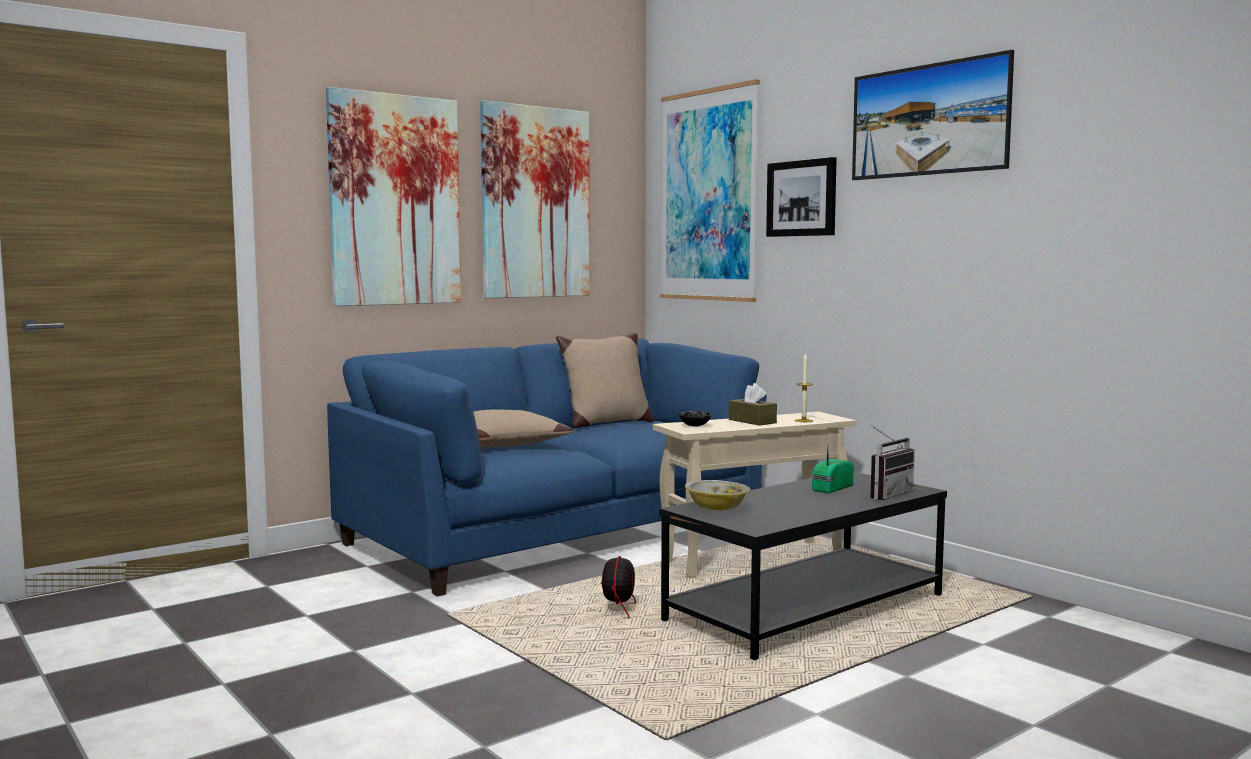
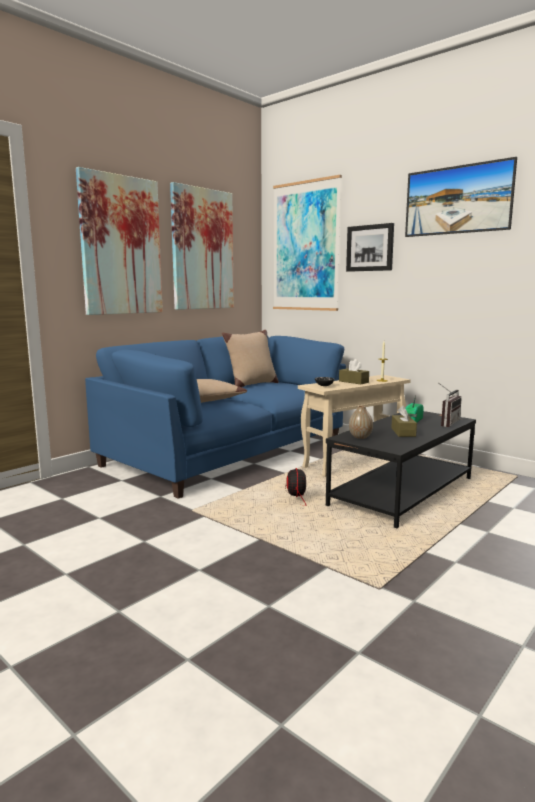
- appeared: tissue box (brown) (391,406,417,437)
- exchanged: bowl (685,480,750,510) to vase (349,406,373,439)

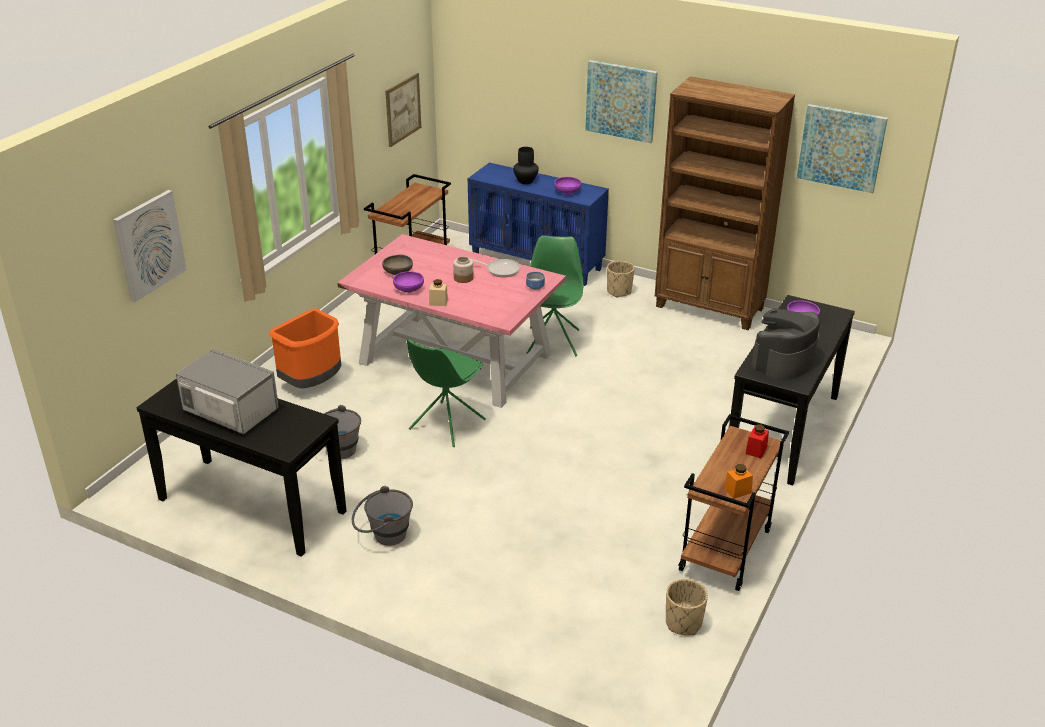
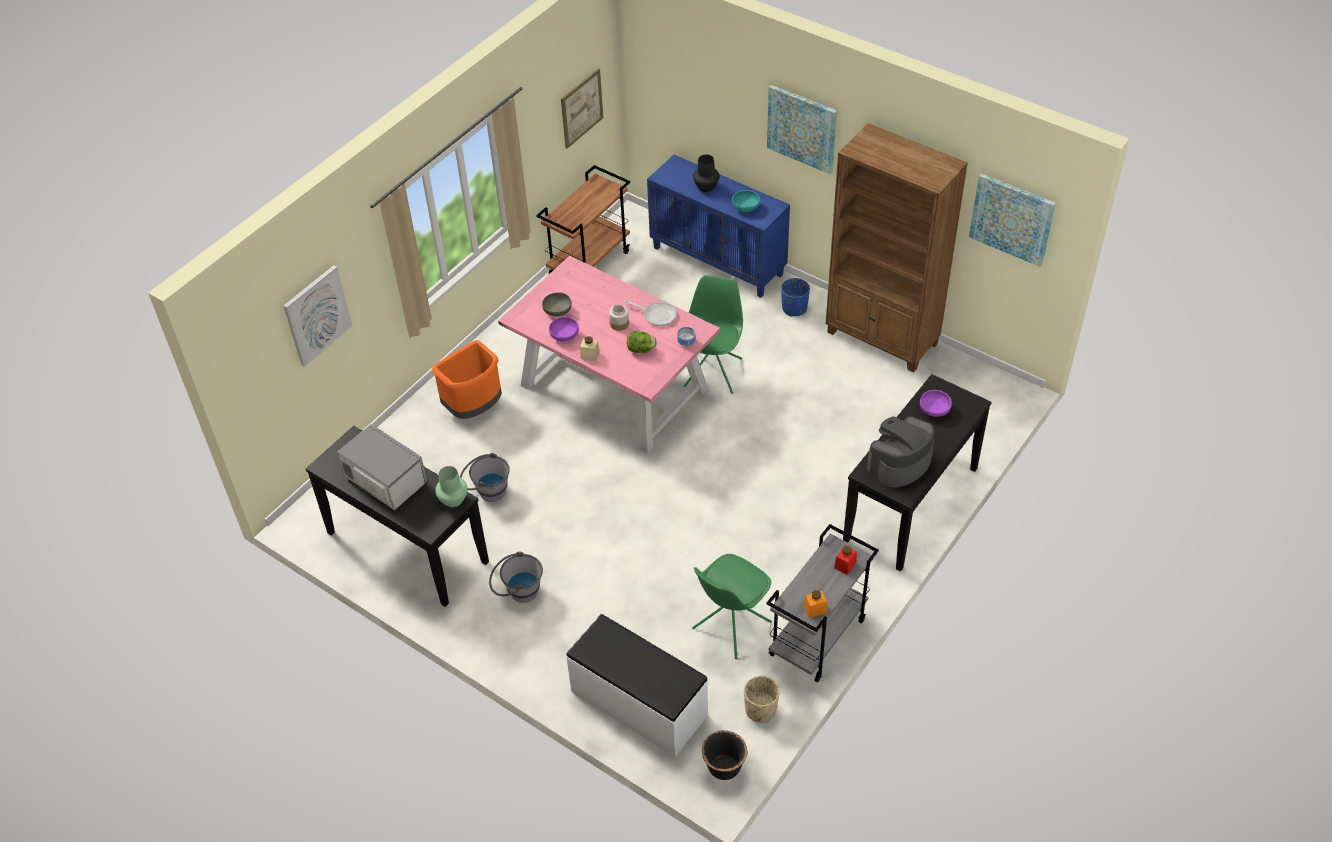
- appeared: vase (green) (435,466,467,507)
- appeared: bench (white) (566,614,708,757)
- appeared: lettuce (627,331,657,353)
- appeared: planter (black) (702,730,747,780)
- relocated: chair (green) (406,338,486,447) to (692,554,772,659)
- colour: bowl (purple) (554,177,582,195) to bowl (turquoise) (732,190,760,212)
- colour: planter (beige) (607,261,635,298) to planter (blue) (781,278,810,317)
- colour: cart (brown) (678,414,789,591) to cart (grey) (766,524,879,682)

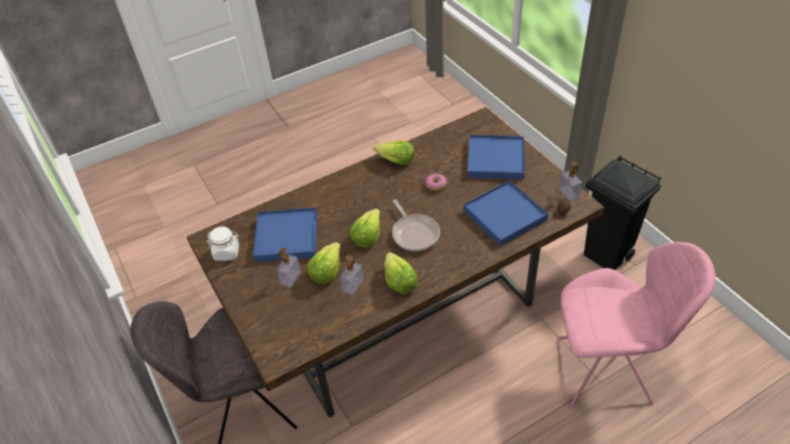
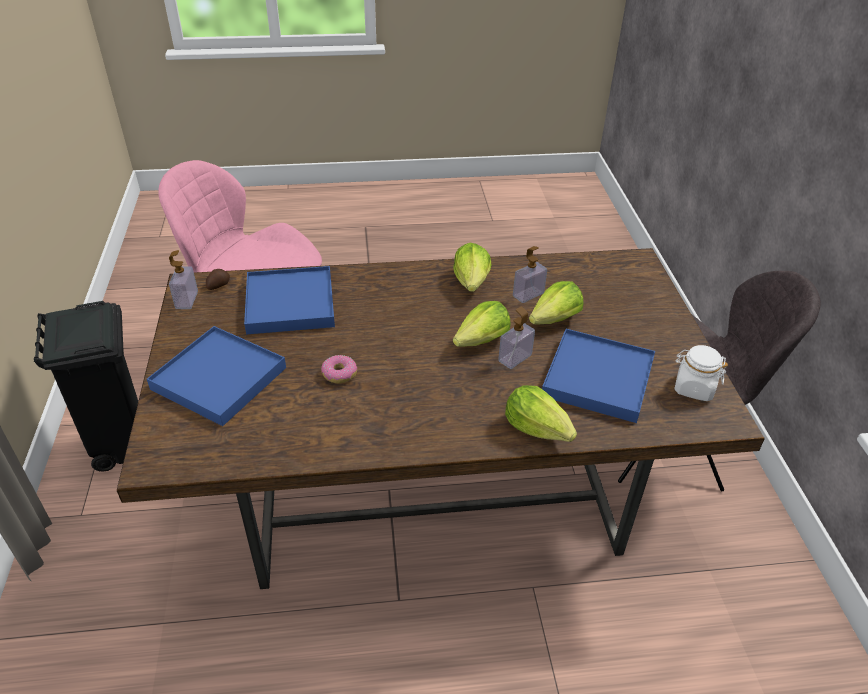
- missing: frying pan (392,199,440,251)
- relocated: soap dispenser (276,248,301,288) to (498,306,535,369)
- relocated: lettuce (373,141,415,165) to (505,385,577,442)

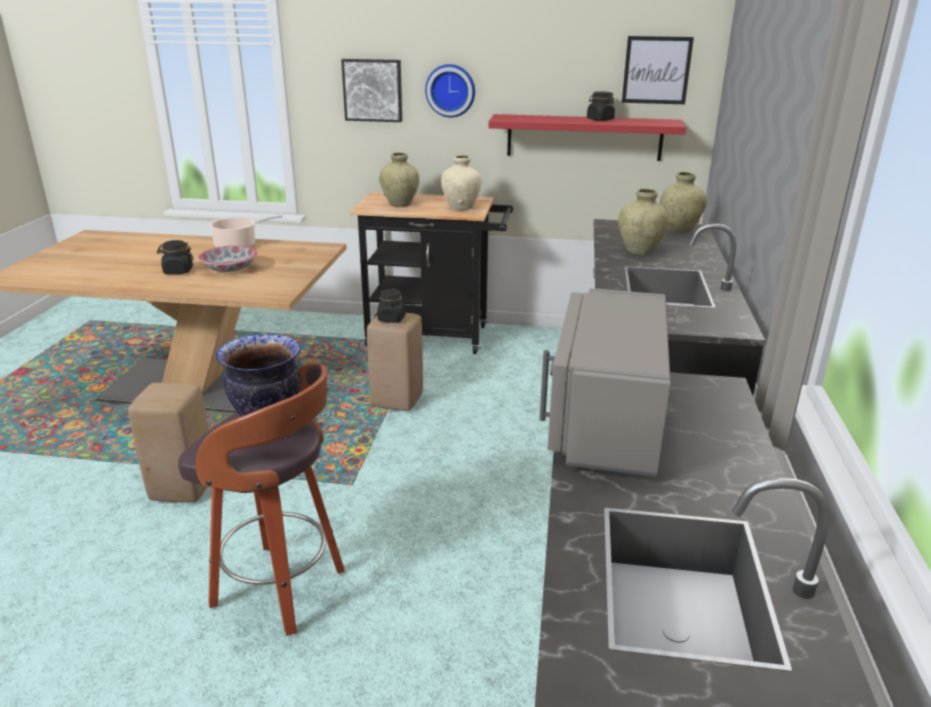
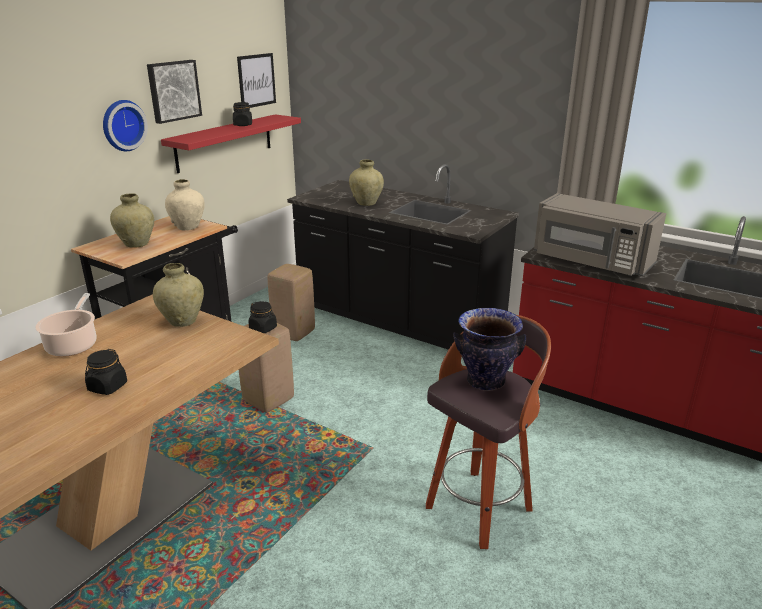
- missing: bowl (198,245,258,272)
- relocated: stool (beige) (128,383,209,503) to (268,264,315,341)
- relocated: picture (341,59,402,122) to (147,60,202,124)
- relocated: vase (beige) (660,172,707,233) to (153,263,204,327)

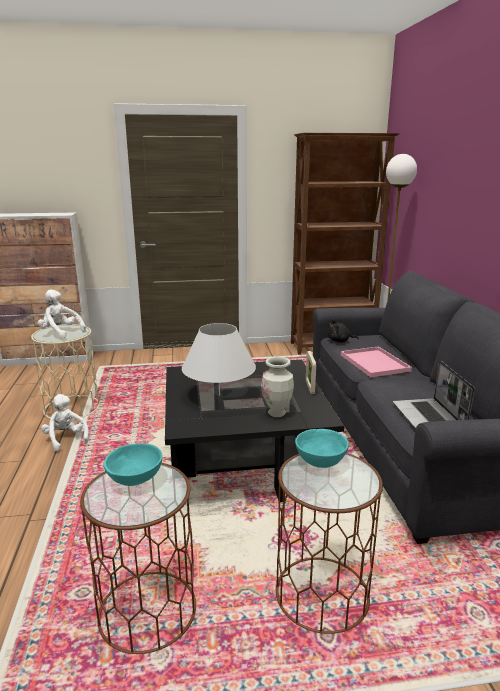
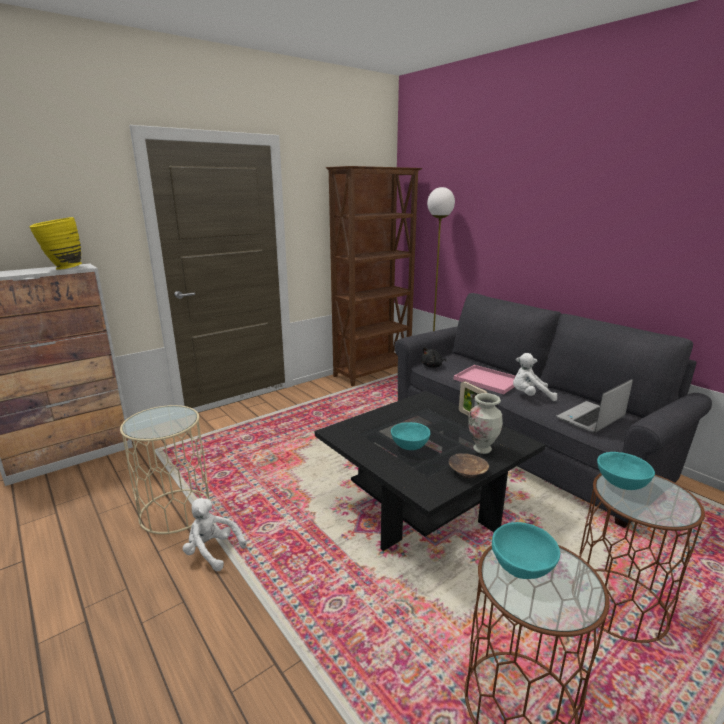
- appeared: vase (yellow) (29,217,82,270)
- appeared: bowl (brown) (449,453,489,478)
- relocated: plush toy (white) (38,289,86,338) to (513,353,557,401)
- exchanged: table lamp (white) (182,323,256,396) to bowl (turquoise) (391,422,430,450)
- spun: laptop (393,360,475,429) = (556,379,633,433) 90 degrees clockwise

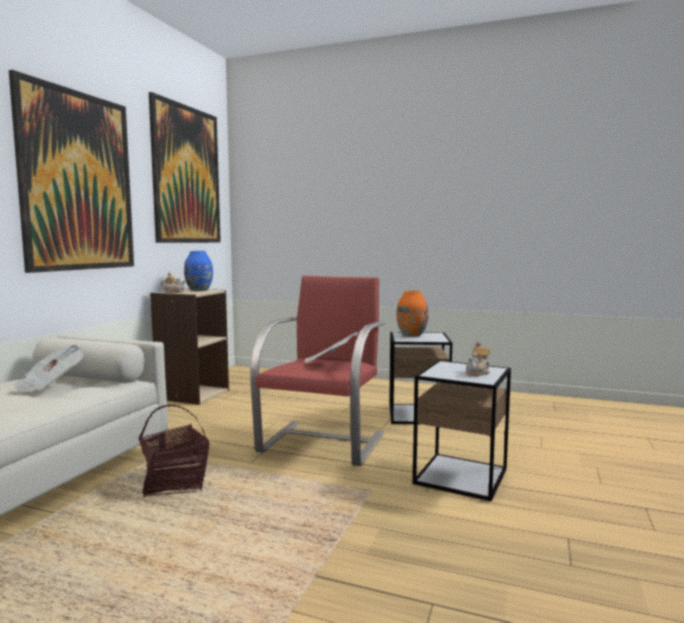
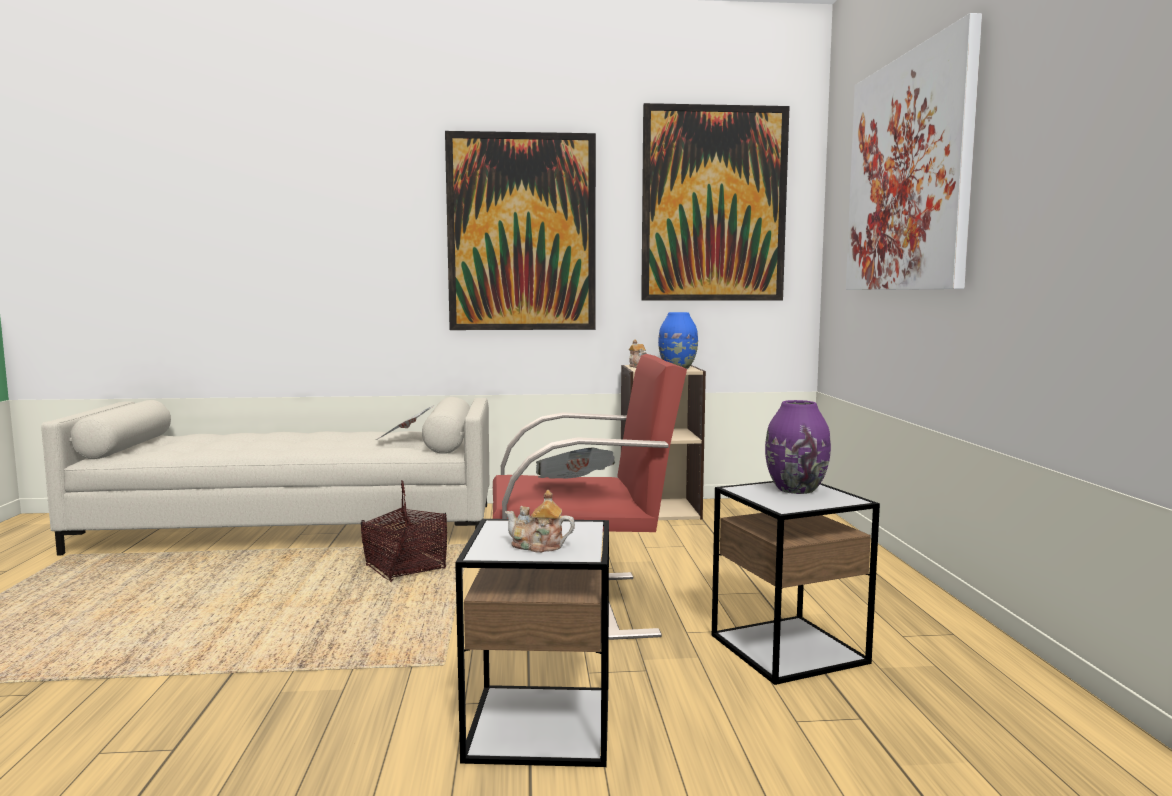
- appeared: picture (846,13,982,290)
- colour: vase (orange) (396,291,428,337) to vase (purple) (765,400,831,494)

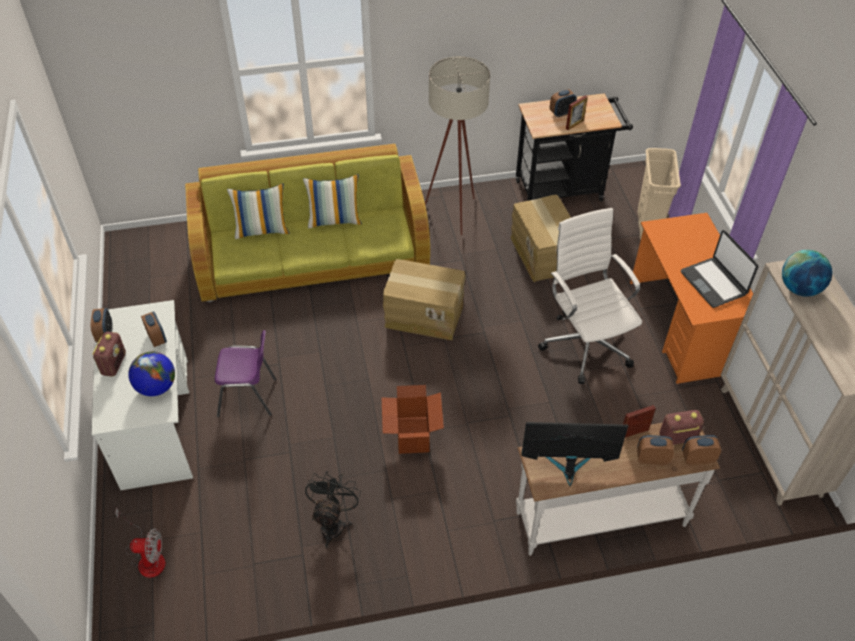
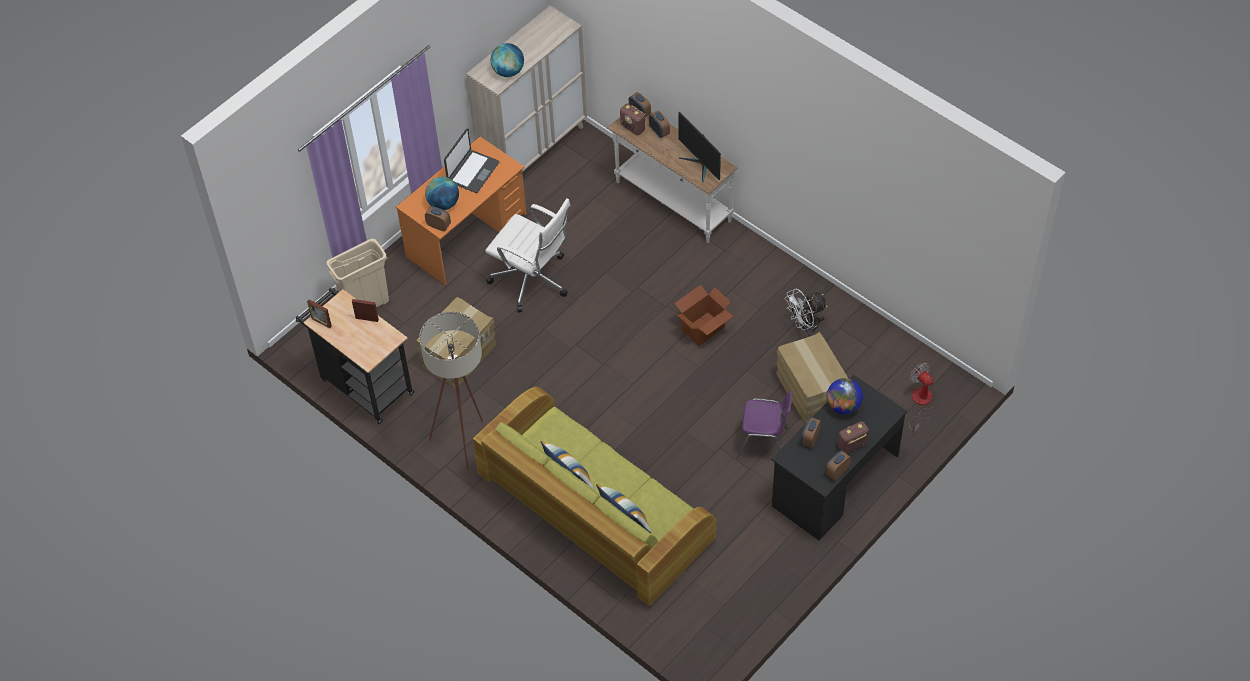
- appeared: globe (425,177,459,210)
- relocated: cardboard box (383,259,466,340) to (776,332,848,423)
- relocated: alarm clock (550,89,577,117) to (425,206,451,231)
- relocated: picture frame (623,405,656,438) to (307,299,332,328)
- colour: desk (white) (91,300,193,490) to desk (black) (771,375,907,540)
- colour: fan (black) (305,471,361,549) to fan (white) (785,289,827,337)
- spun: chair (purple) (214,330,276,417) = (736,391,792,459) 135 degrees clockwise
- spun: office chair (white) (538,208,642,384) = (485,198,570,313) 90 degrees counterclockwise

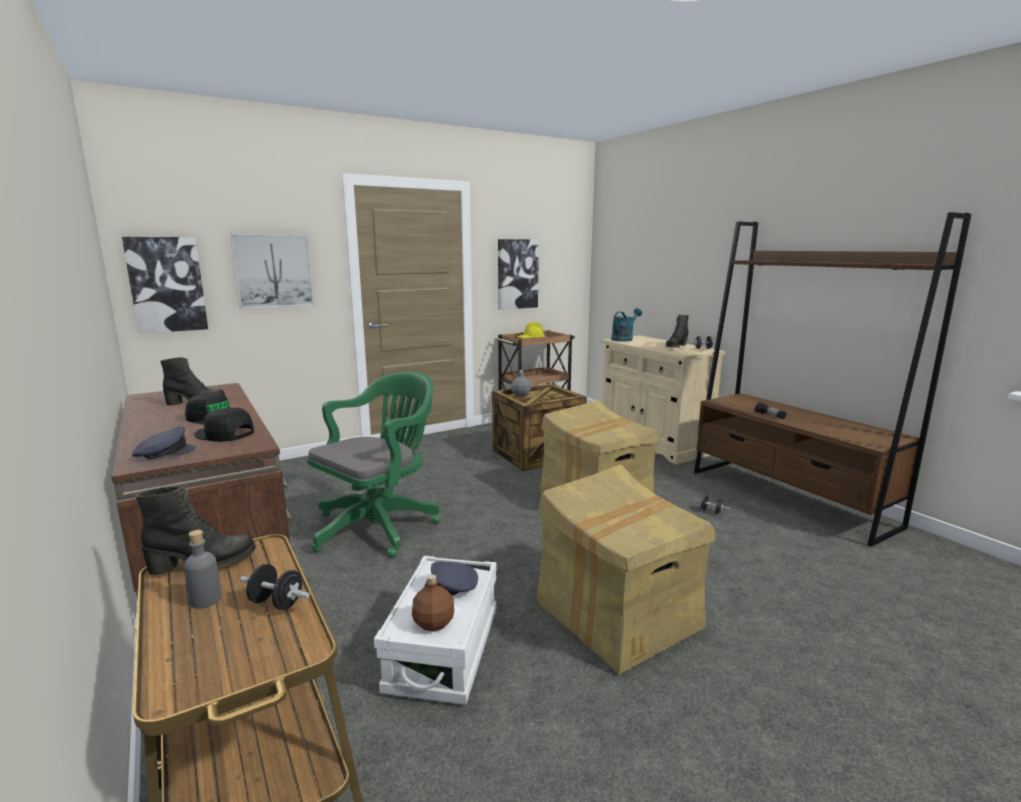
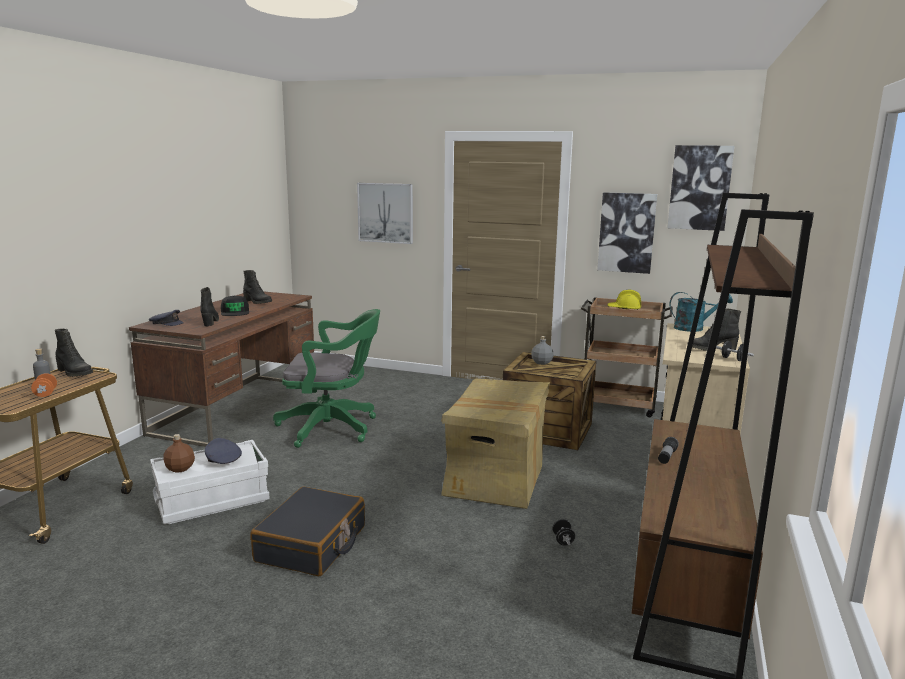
- relocated: picture (122,237,208,334) to (667,145,734,231)
- exchanged: cap (black) (194,408,254,442) to boot (black) (200,287,219,326)
- exchanged: cardboard box (537,464,716,675) to suitcase (black) (251,487,365,576)
- colour: dumbbell (black) (240,564,310,610) to dumbbell (orange) (31,373,57,397)

